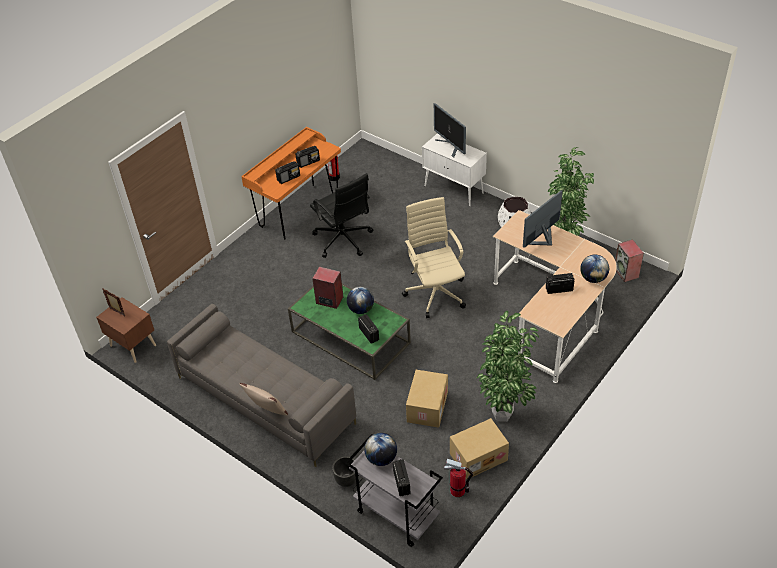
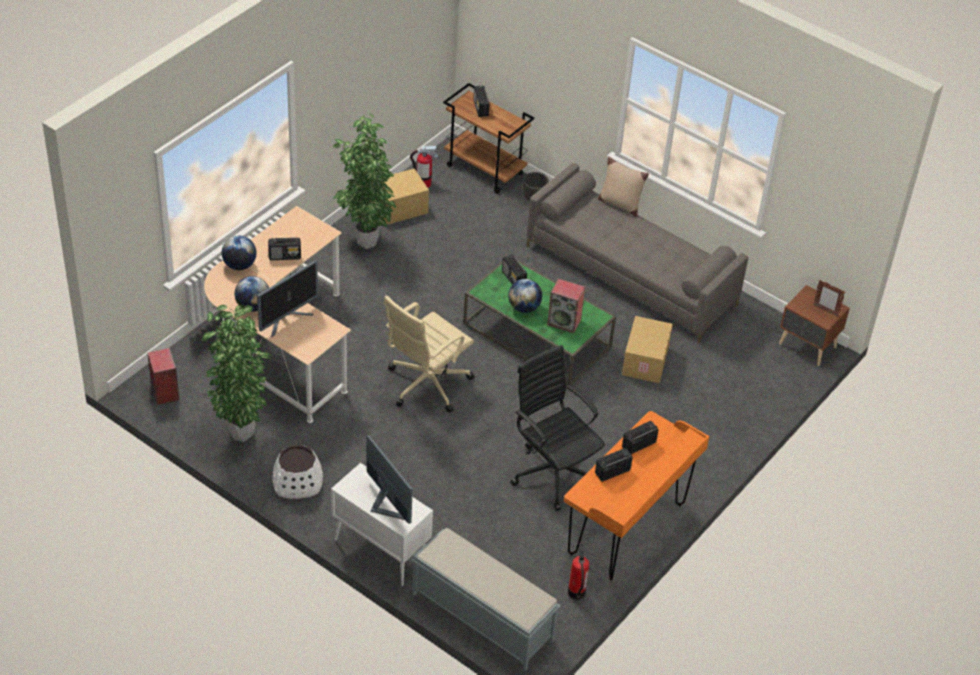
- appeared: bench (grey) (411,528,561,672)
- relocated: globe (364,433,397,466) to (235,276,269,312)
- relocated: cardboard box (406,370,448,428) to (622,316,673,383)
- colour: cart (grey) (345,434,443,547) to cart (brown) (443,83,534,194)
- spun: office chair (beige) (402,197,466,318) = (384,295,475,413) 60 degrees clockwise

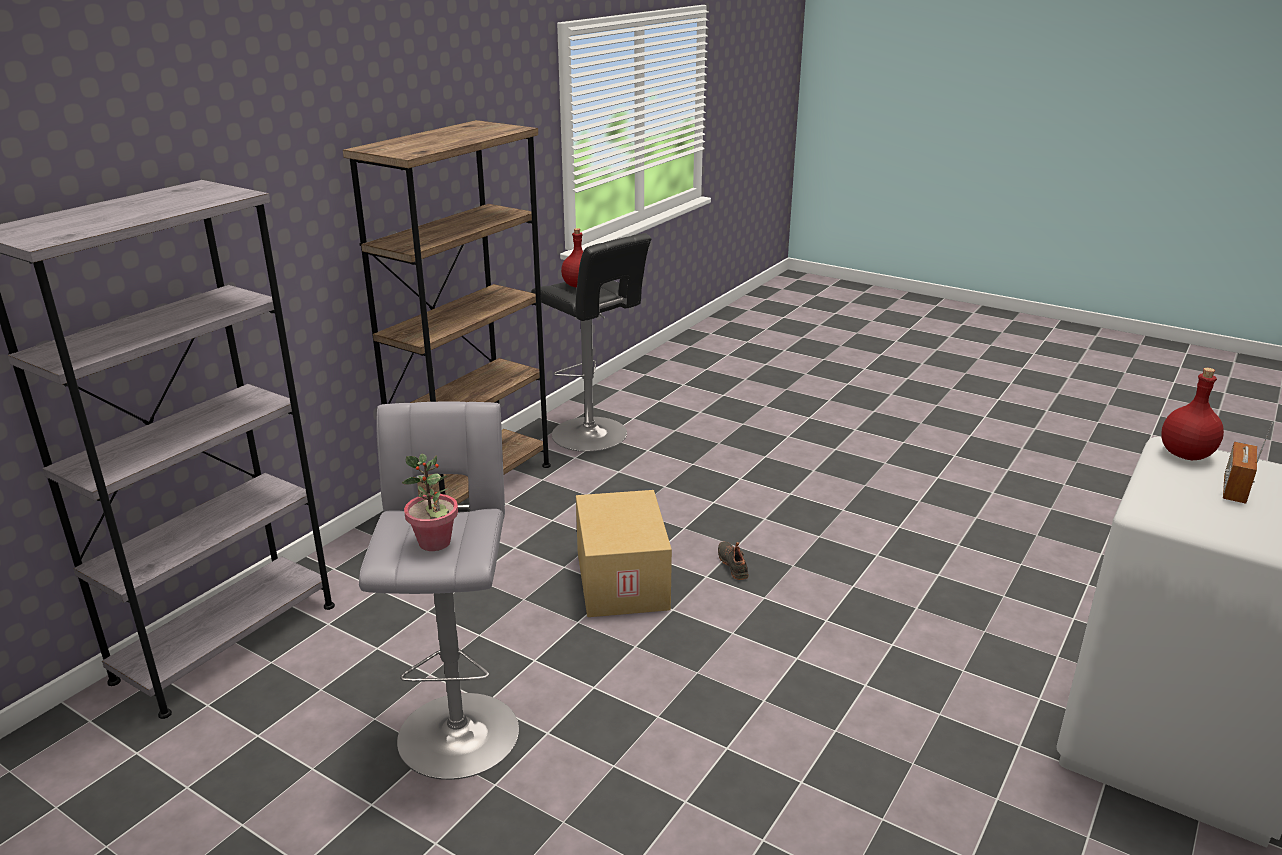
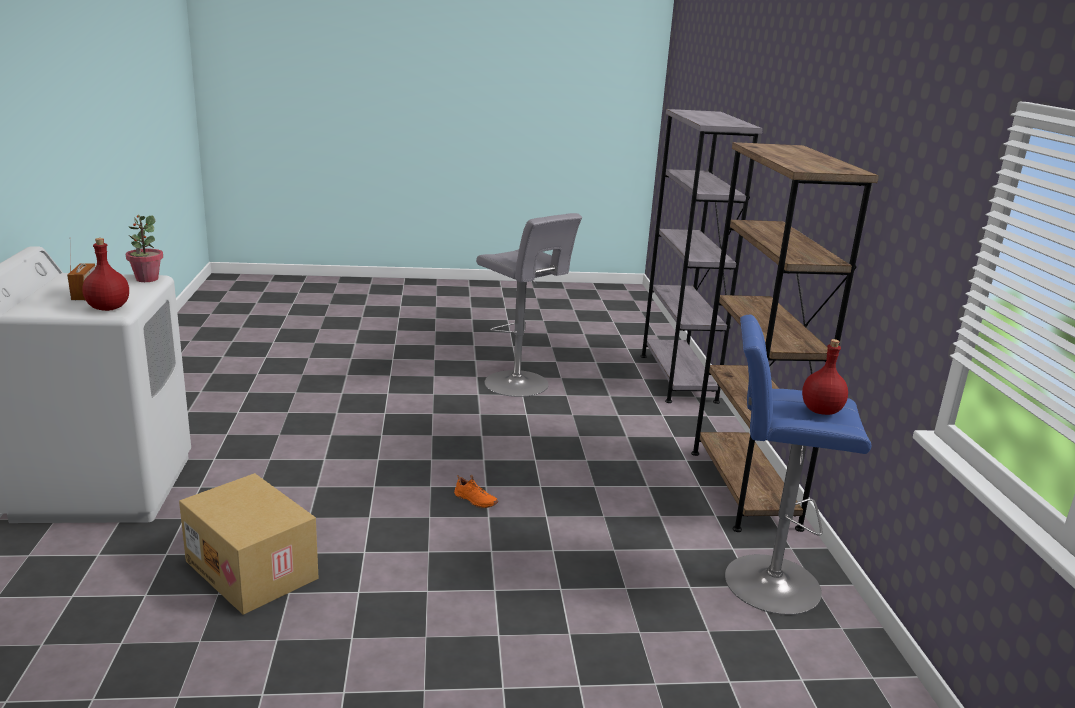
- relocated: potted plant (402,454,458,551) to (126,215,163,282)
- relocated: cardboard box (576,490,672,617) to (179,473,318,615)
- colour: stool (black) (531,233,652,452) to stool (blue) (725,315,871,615)
- colour: shoe (black) (718,541,749,580) to shoe (orange) (454,474,498,508)

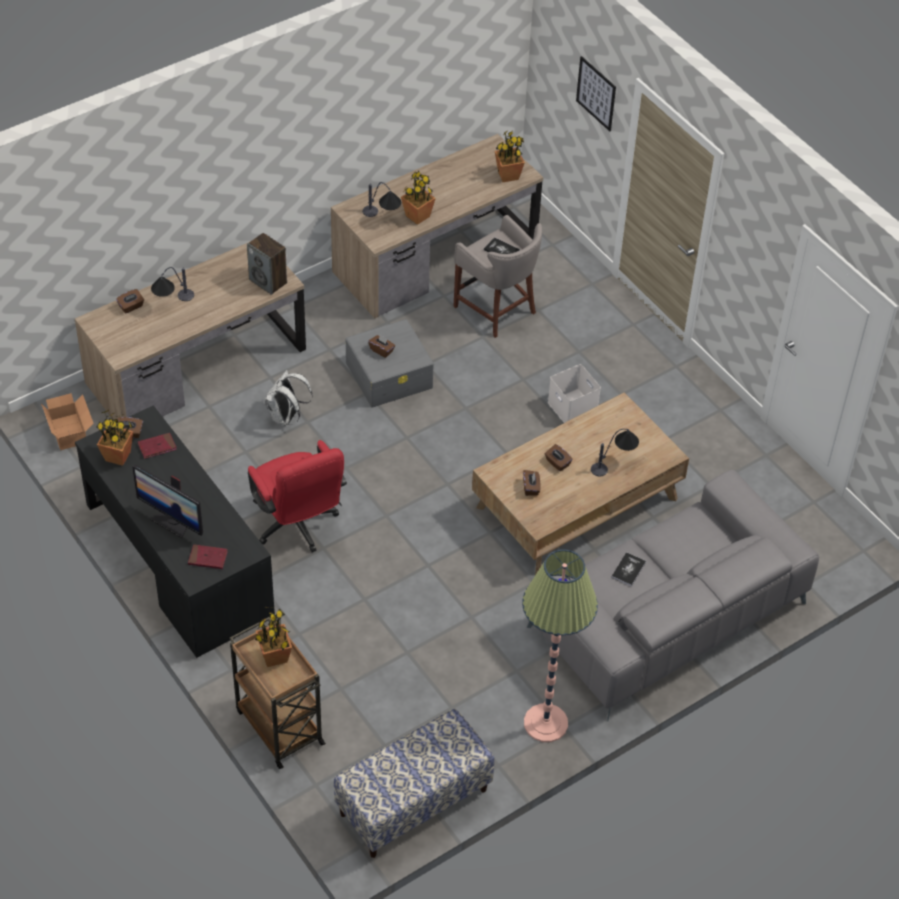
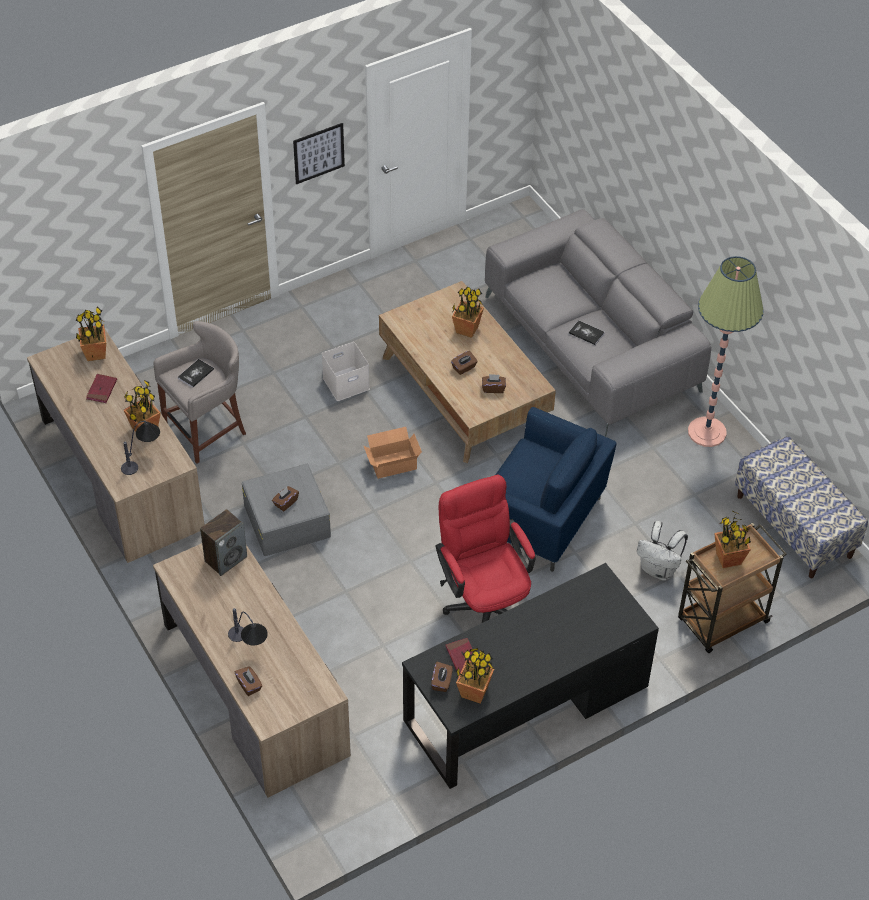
- missing: monitor (132,465,203,538)
- appeared: armchair (blue) (495,407,616,572)
- relocated: cardboard box (41,393,94,450) to (363,427,422,479)
- relocated: book (red) (188,544,228,569) to (86,374,117,403)
- relocated: backpack (white) (265,370,313,426) to (637,521,688,581)
- relocated: picture (576,56,616,131) to (293,123,345,184)
- exchanged: table lamp (591,429,639,476) to potted plant (452,286,484,338)
- spun: office chair (red) (248,440,347,552) = (436,474,536,623) 90 degrees counterclockwise

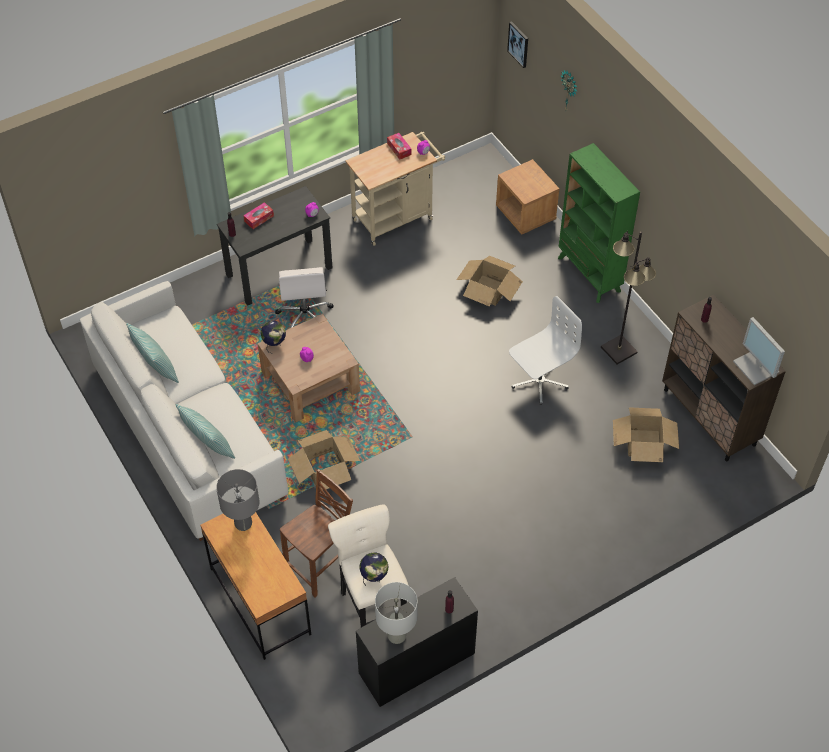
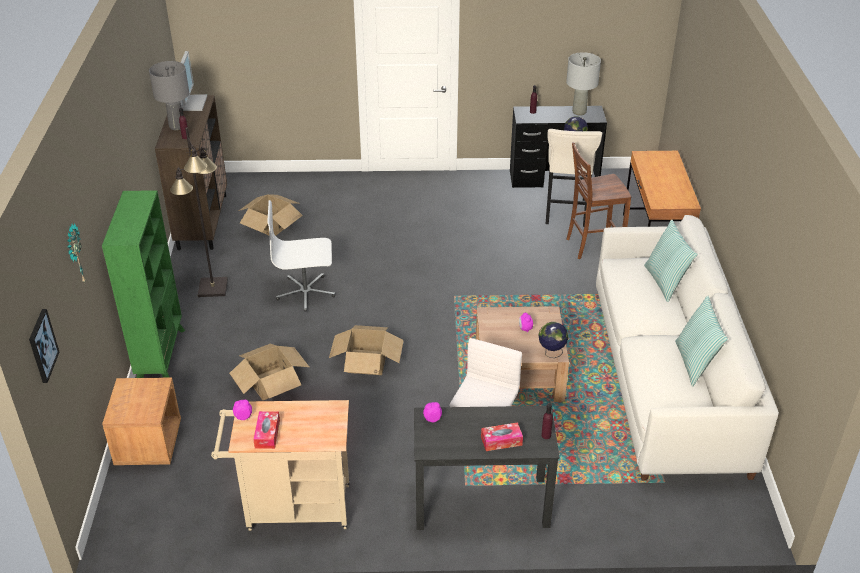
- relocated: table lamp (grey) (216,469,259,531) to (149,61,189,130)
- relocated: cardboard box (288,430,360,490) to (329,325,404,375)

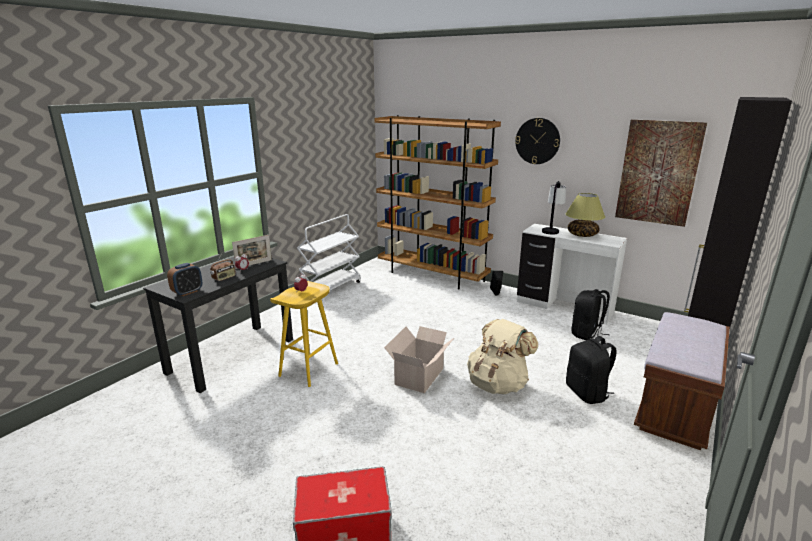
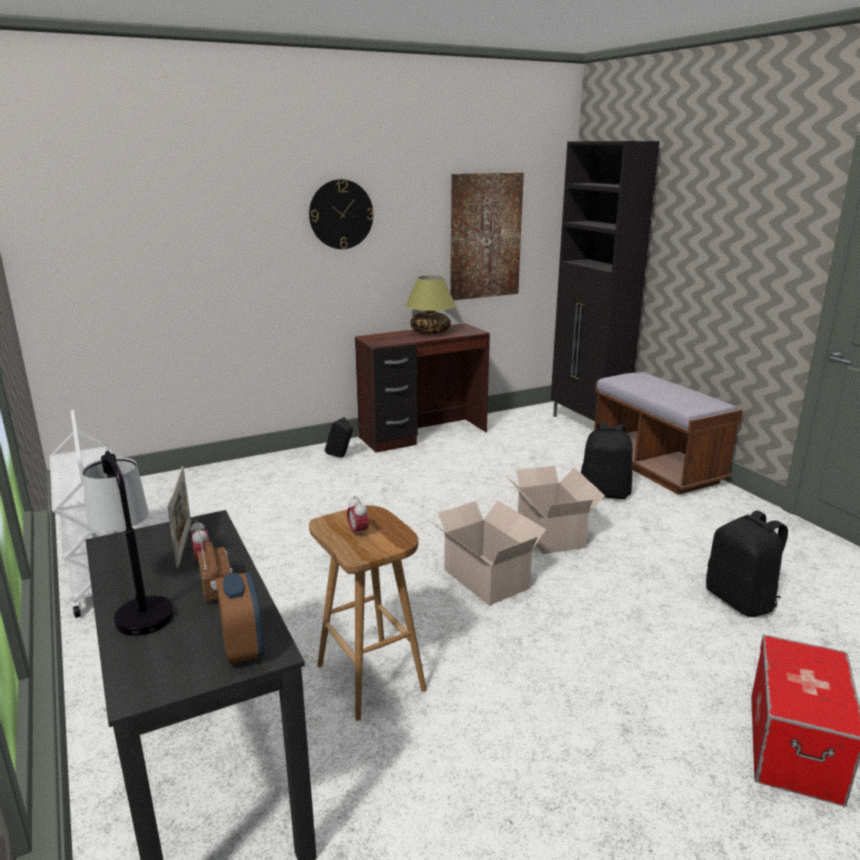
- missing: bookcase (brown) (375,115,501,290)
- relocated: table lamp (542,181,566,234) to (82,451,174,636)
- relocated: backpack (black) (572,289,610,340) to (706,510,788,617)
- exchanged: backpack (beige) (467,319,538,394) to cardboard box (507,466,605,554)
- colour: stool (yellow) (270,281,338,387) to stool (brown) (309,505,427,721)
- colour: desk (white) (517,224,627,324) to desk (brown) (355,323,490,453)

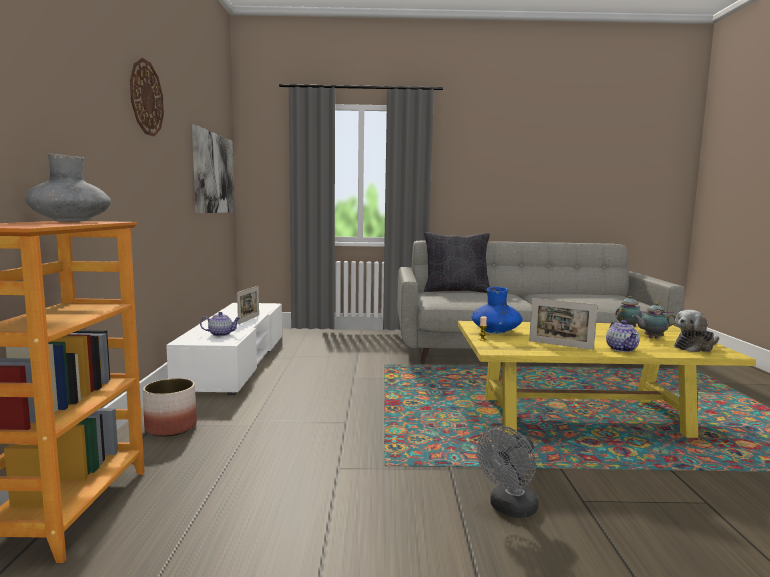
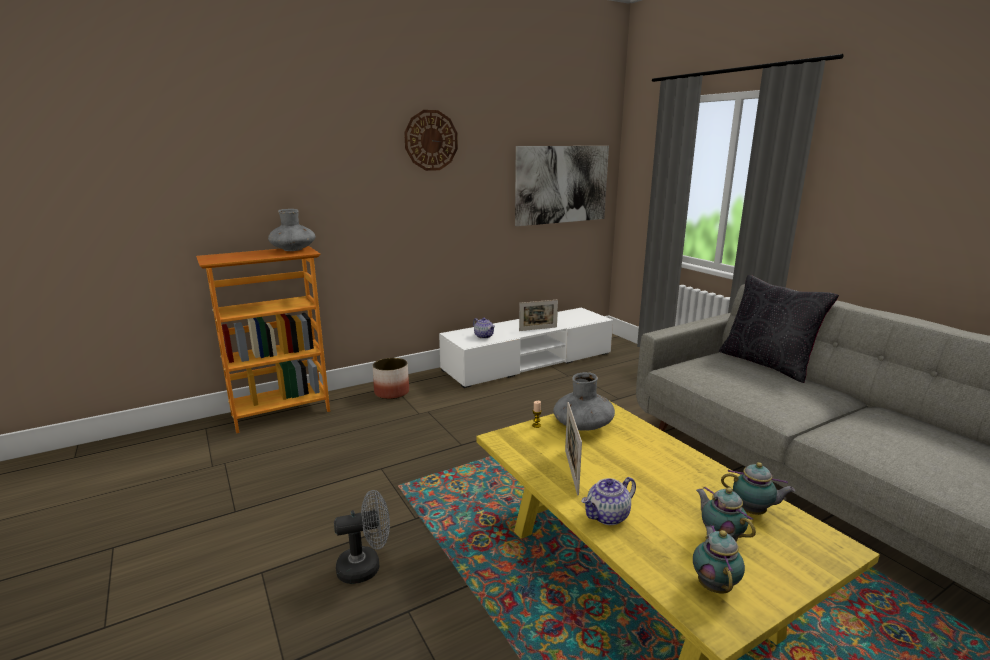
- exchanged: plush toy (674,310,719,352) to teapot (693,525,745,594)
- colour: vase (blue) (472,287,523,334) to vase (grey) (553,372,615,431)
- spun: fan (grey) (477,426,539,518) = (334,490,390,584) 150 degrees clockwise

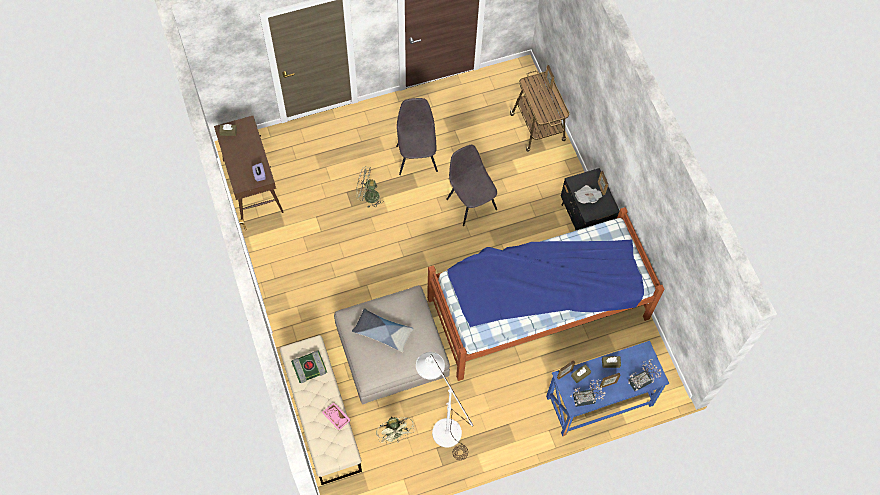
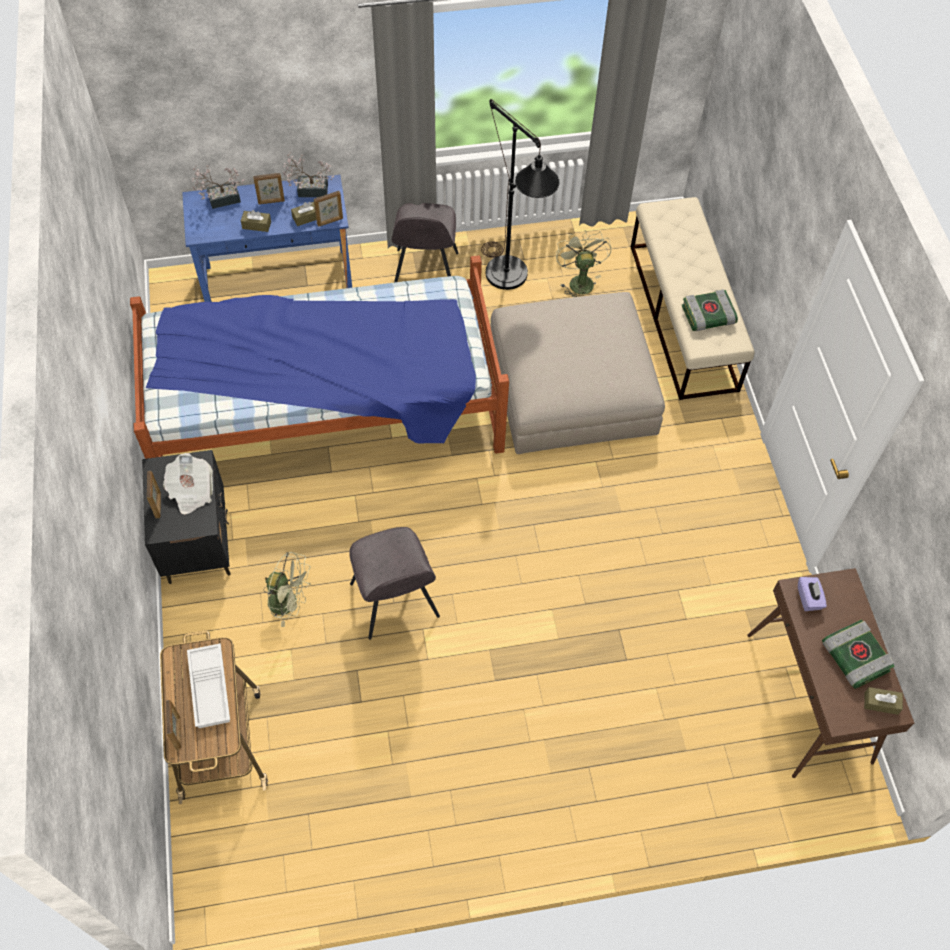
- missing: tray (pink) (322,403,351,430)
- missing: pillow (352,308,414,352)
- appeared: tray (white) (187,643,230,728)
- appeared: book (822,619,895,689)
- relocated: fan (green) (356,166,383,208) to (264,552,311,627)
- relocated: chair (grey) (396,98,438,175) to (391,203,458,283)
- colour: floor lamp (white) (416,352,473,460) to floor lamp (black) (481,99,559,290)

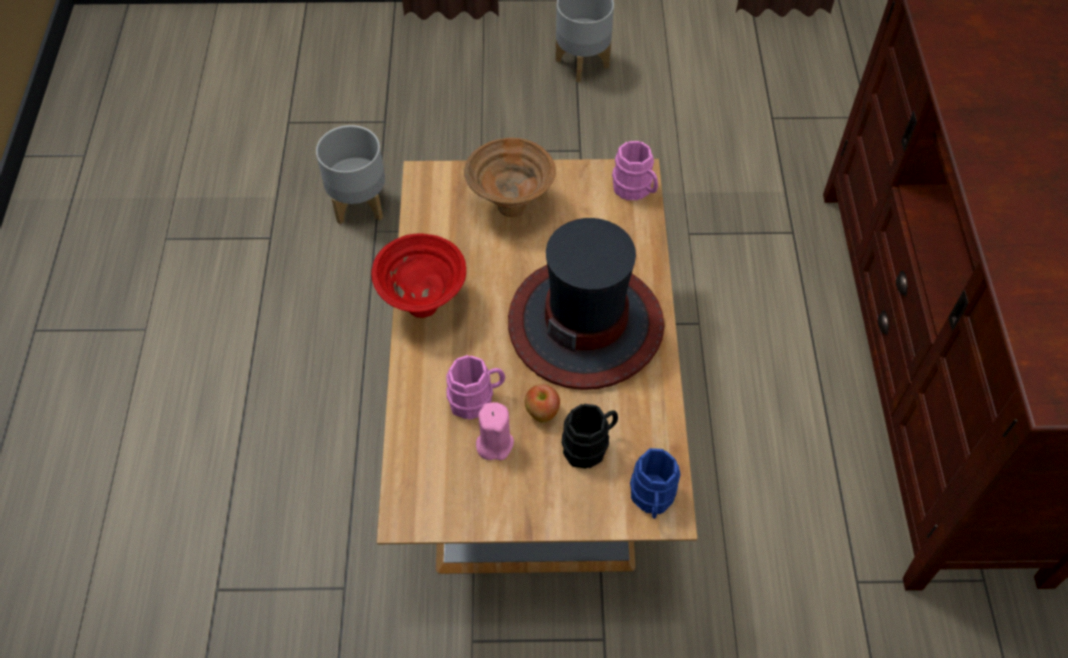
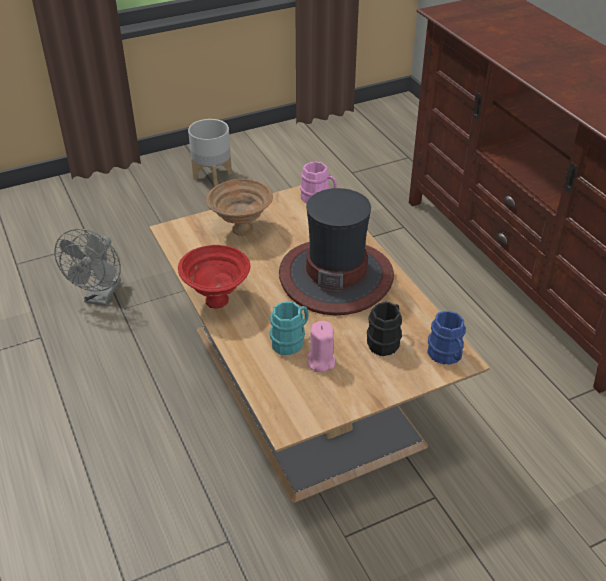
- missing: apple (525,384,560,423)
- exchanged: planter (grey) (316,125,385,225) to fan (grey) (54,229,121,306)
- colour: mug (pink) (446,355,505,420) to mug (turquoise) (270,301,309,355)

